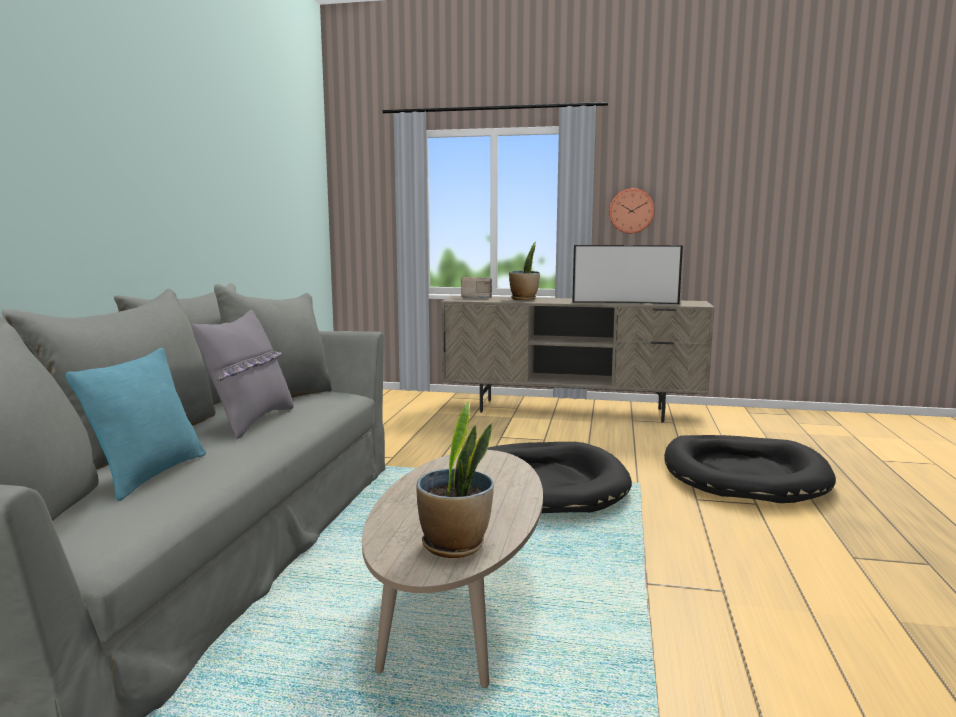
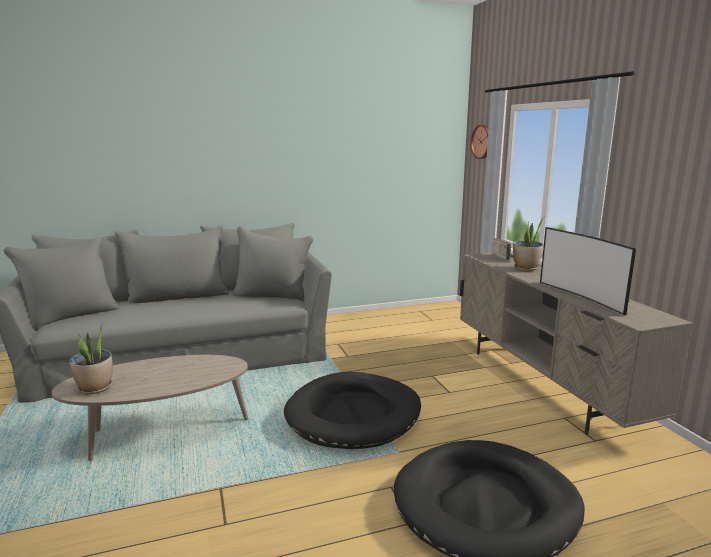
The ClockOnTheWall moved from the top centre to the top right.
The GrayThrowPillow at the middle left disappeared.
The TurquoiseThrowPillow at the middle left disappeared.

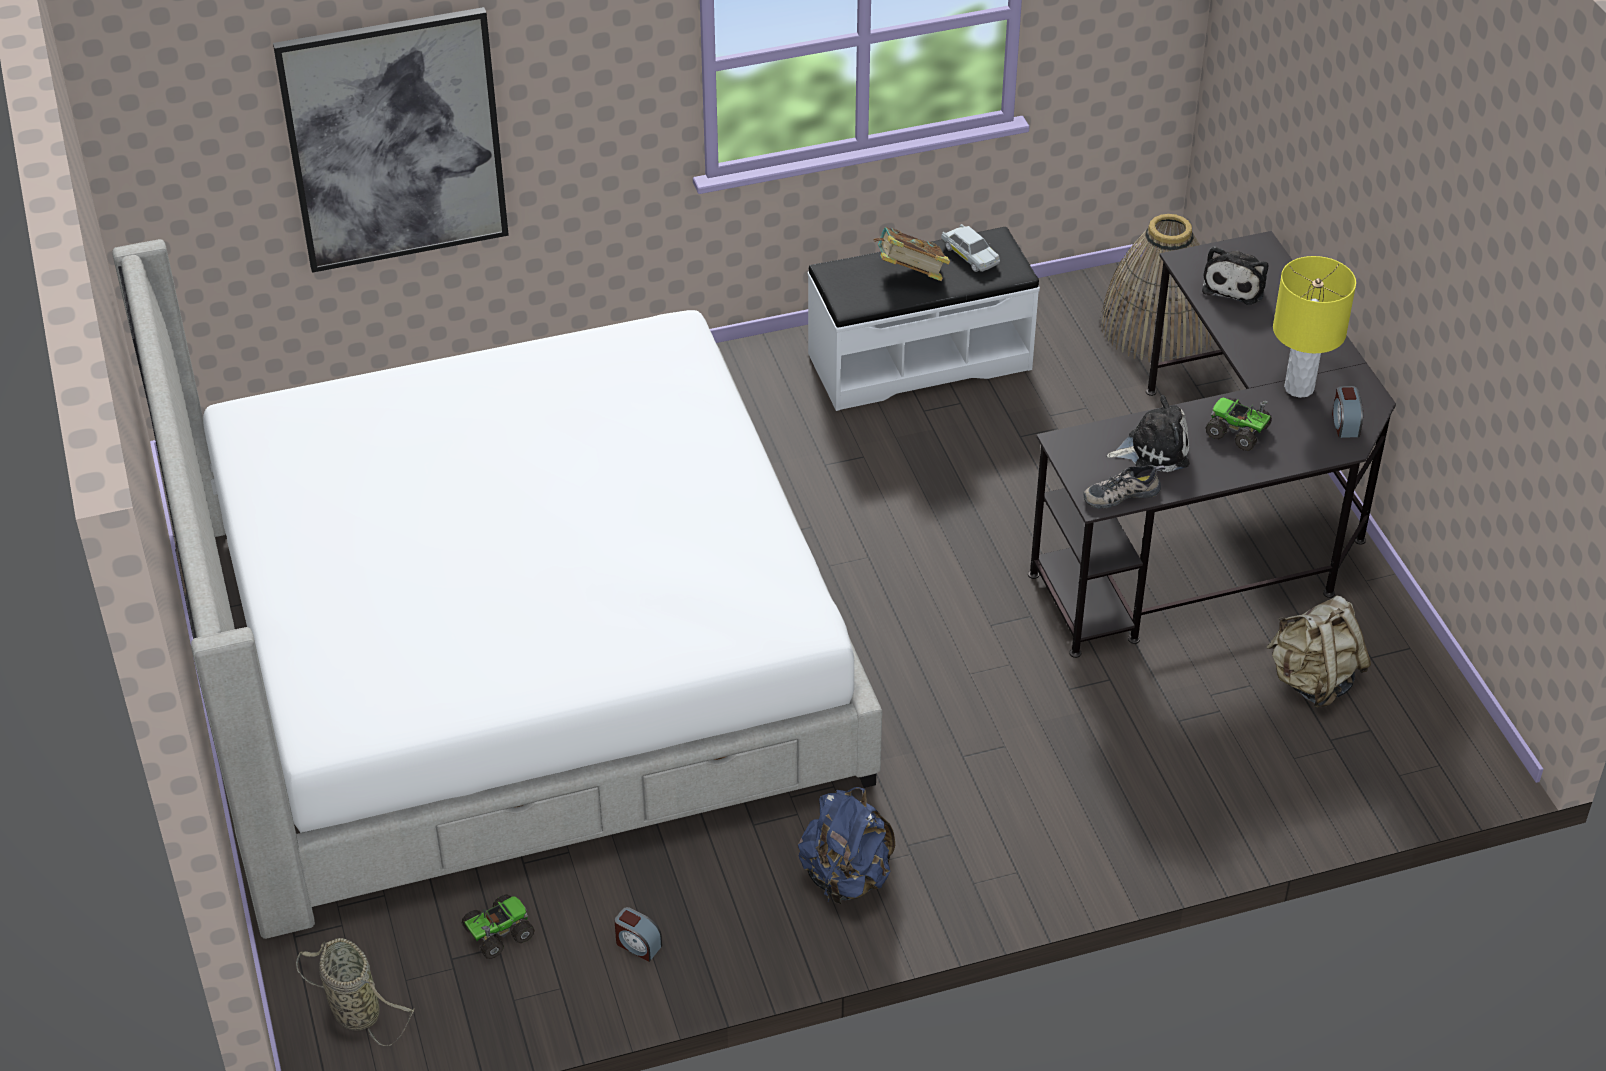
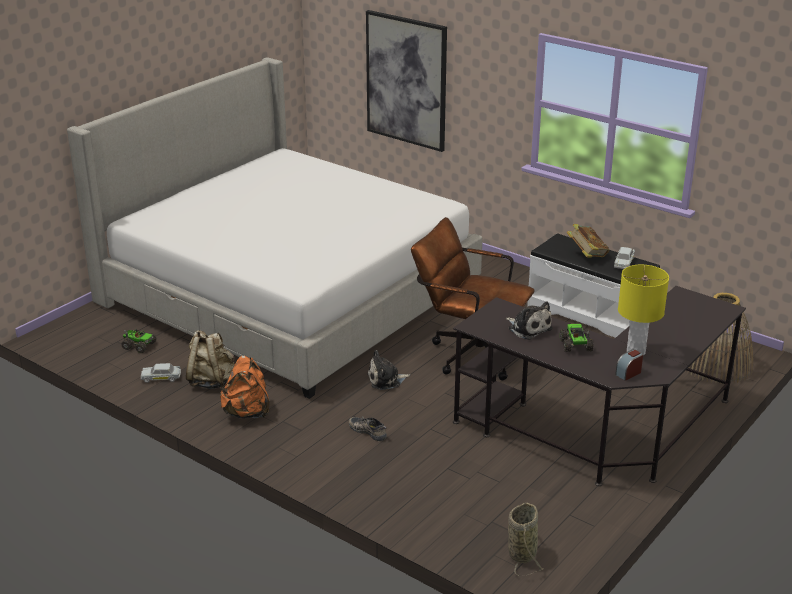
The PlushToy (2nd from left in the first image) moved from the top right to the centre.
The ItemOfFootwear moved from the middle right to the bottom centre.
The SandColouredRucksack moved from the middle right to the middle left.
The BlueColouredRucksack at the bottom centre became the OrangeyRucksack at the middle left.
The BedsideClock (1st from left) at the bottom centre was replaced by the WhiteModelCar (1st from left) at the middle left.
The HouseholdBasket (1st from left) moved from the bottom left to the bottom centre.
The BrownDeskChair at the centre appeared.

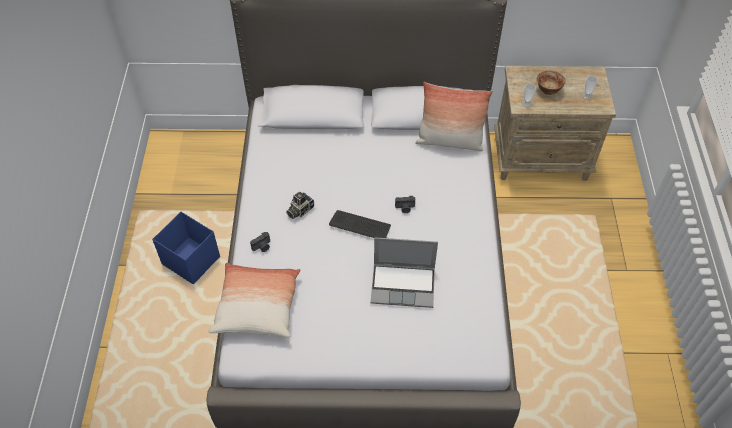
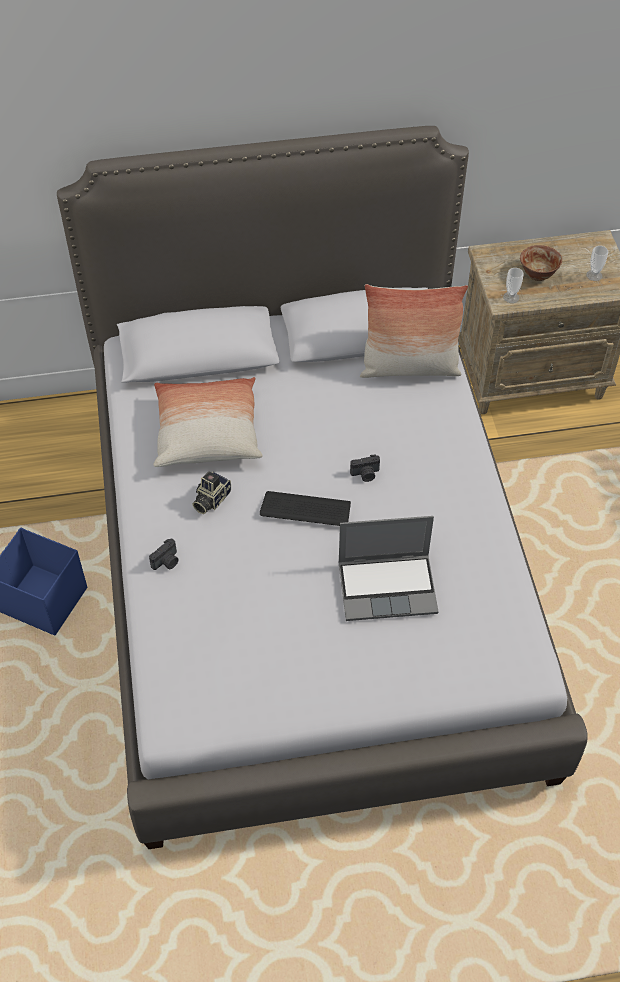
The ThrowPillow (1st from left) moved from the bottom centre to the centre.

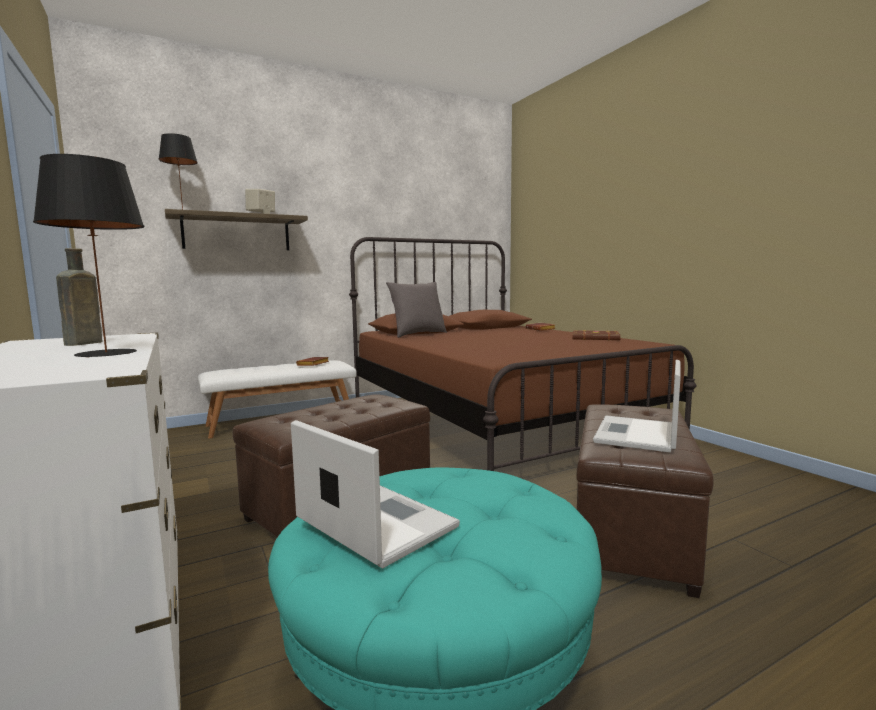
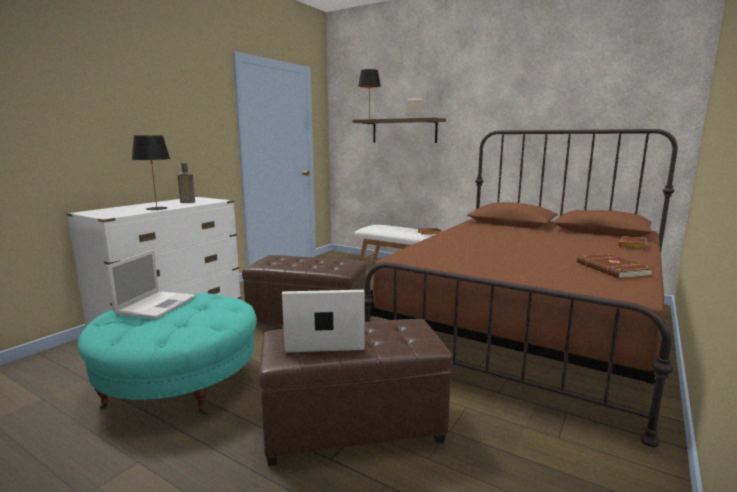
The GrayThrowPillow at the centre disappeared.

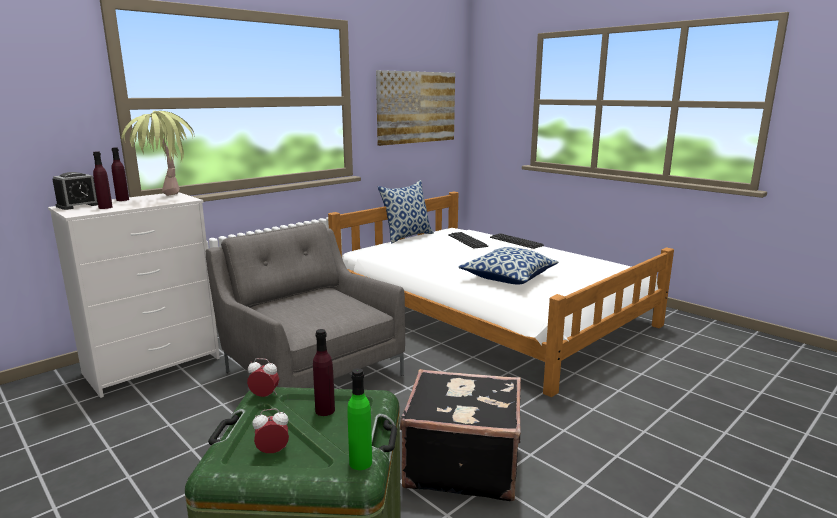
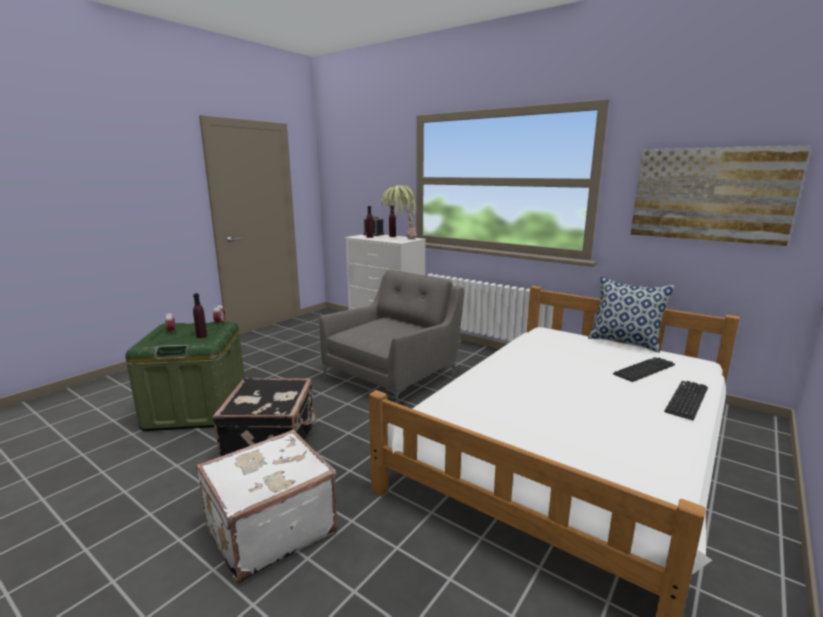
The ThrowPillow (2nd from left) at the centre disappeared.
The GreenishBottle at the bottom centre disappeared.
The WhiteTravelCase at the bottom left appeared.

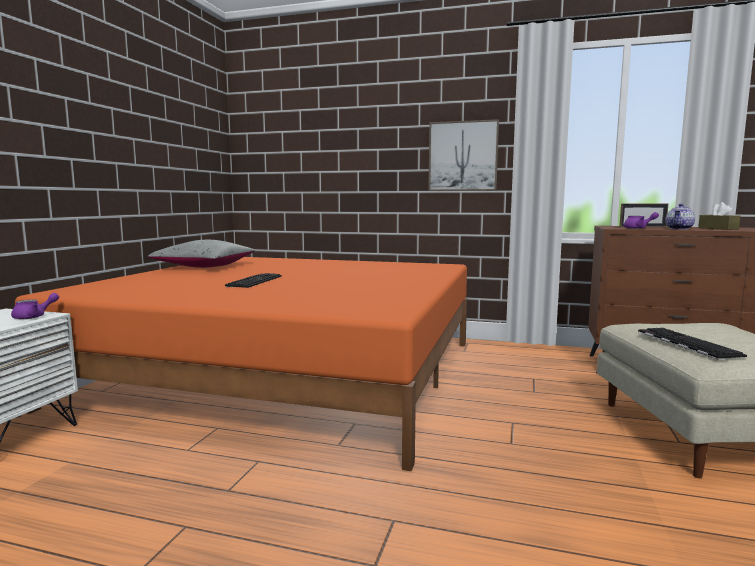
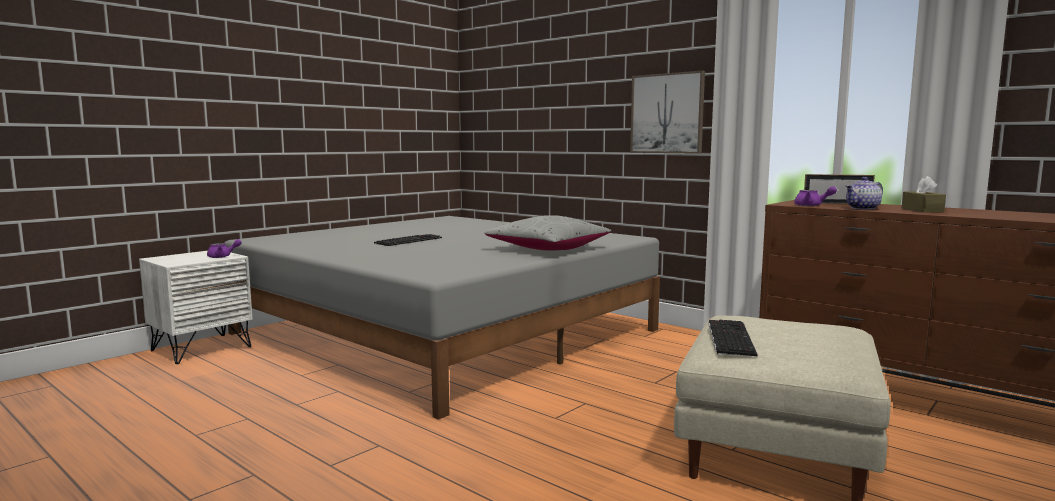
The GrayThrowPillow moved from the middle left to the centre.
The OrangeySleepingBed at the middle left became the GraySleepingBed at the centre.

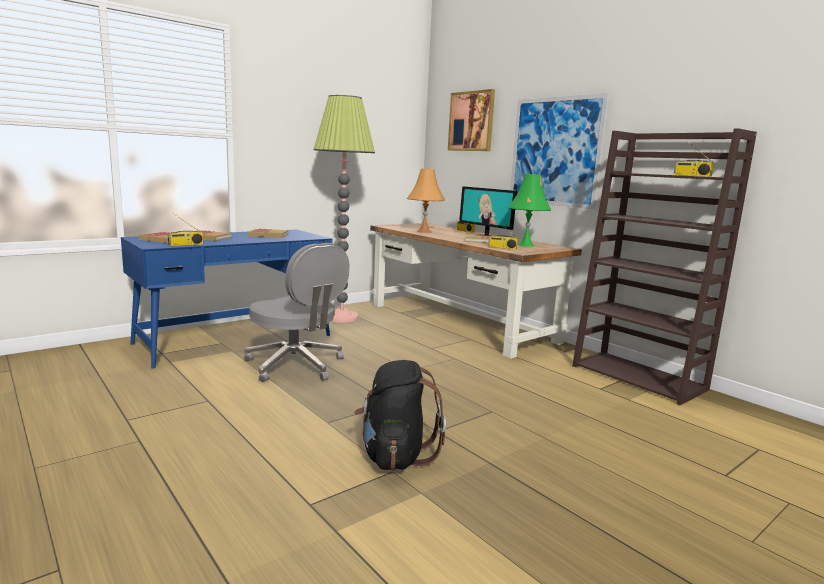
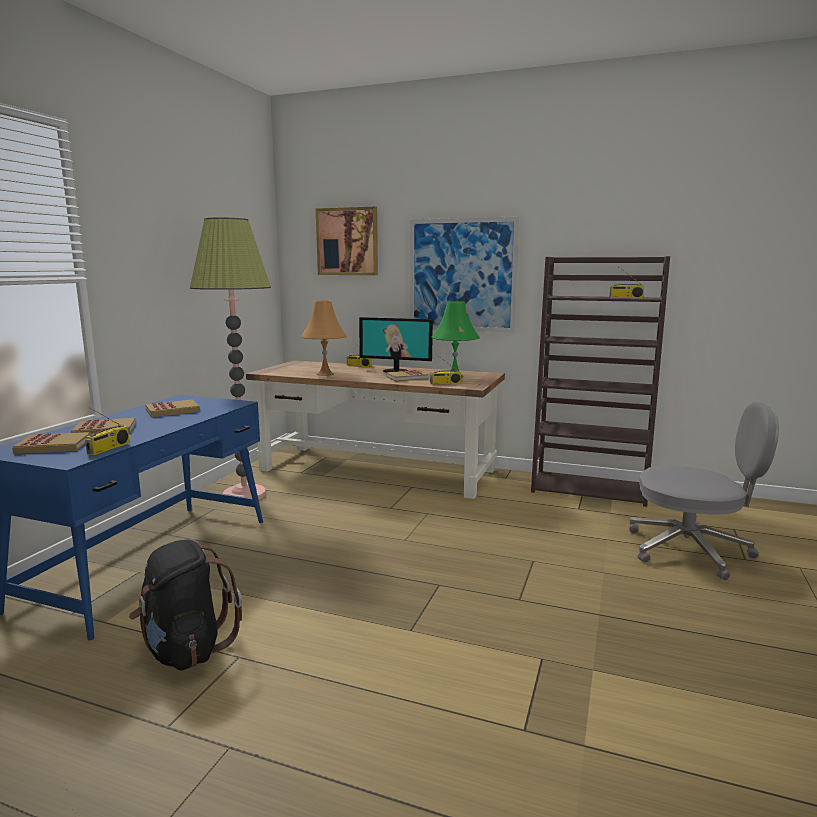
The GrayDeskChair moved from the centre to the middle right.
The BlackRucksack moved from the bottom centre to the bottom left.

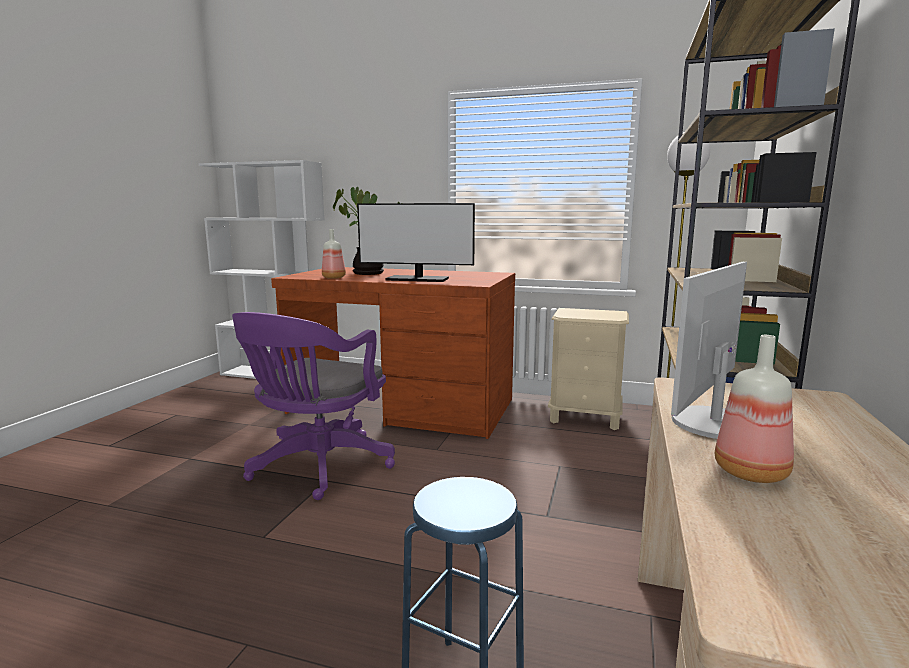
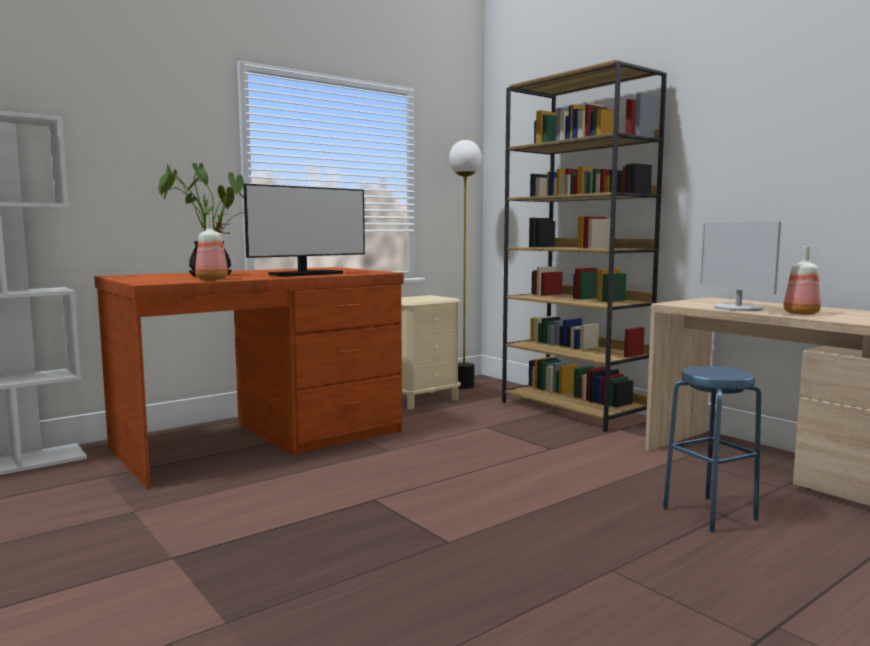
The PurpleColouredDeskChair at the centre disappeared.

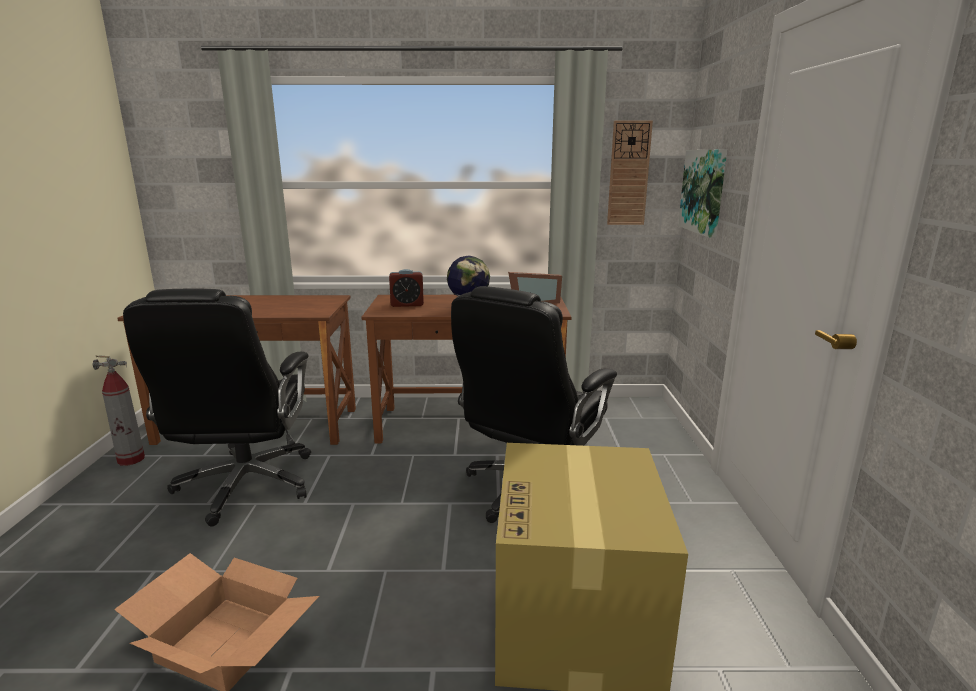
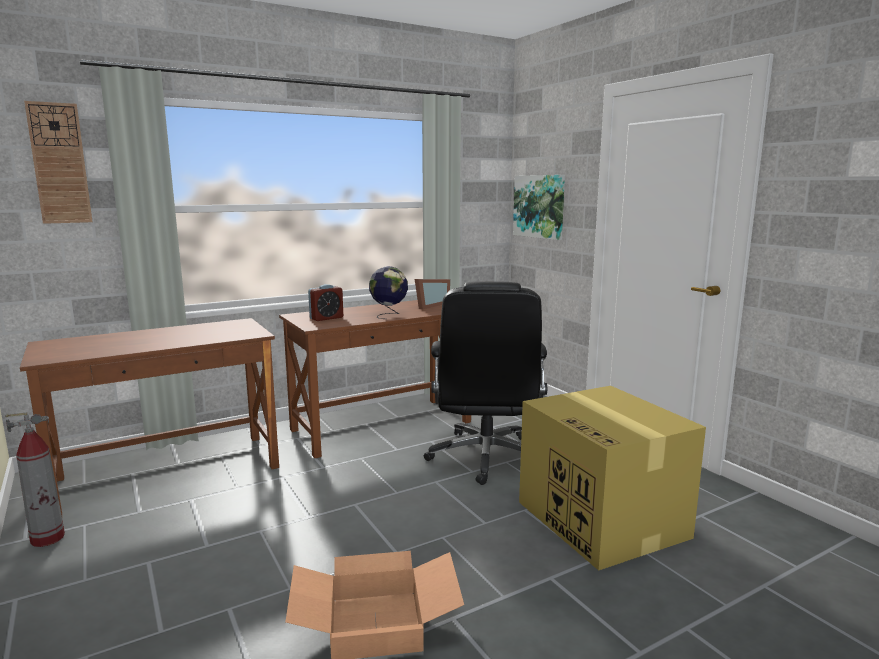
The ClockOnTheWall moved from the top centre to the top left.
The BlackDeskChair (1st from left) at the middle left disappeared.

